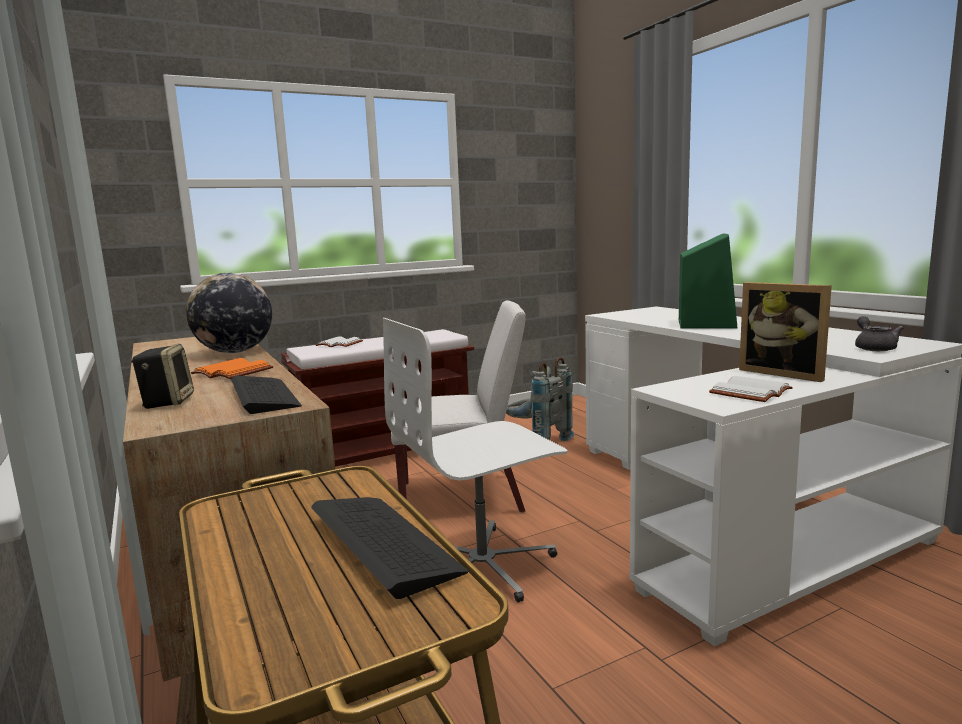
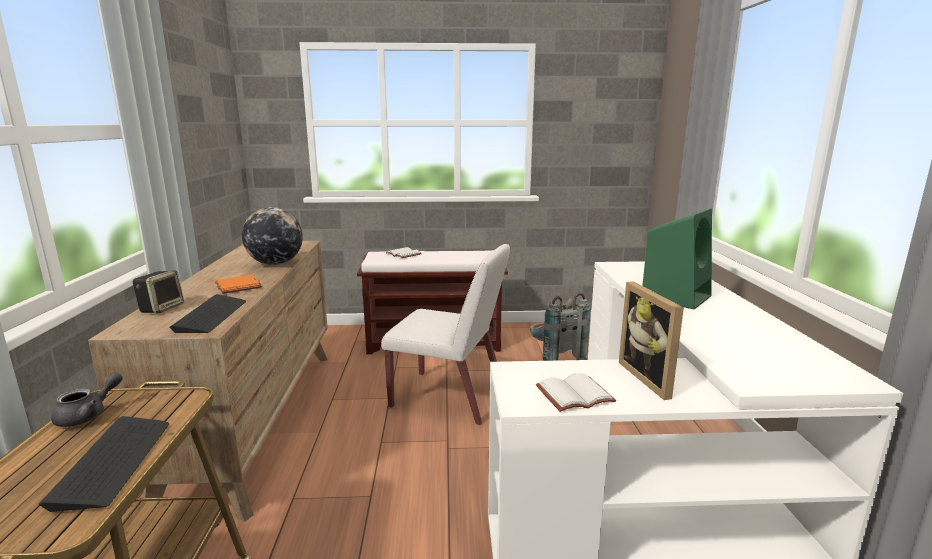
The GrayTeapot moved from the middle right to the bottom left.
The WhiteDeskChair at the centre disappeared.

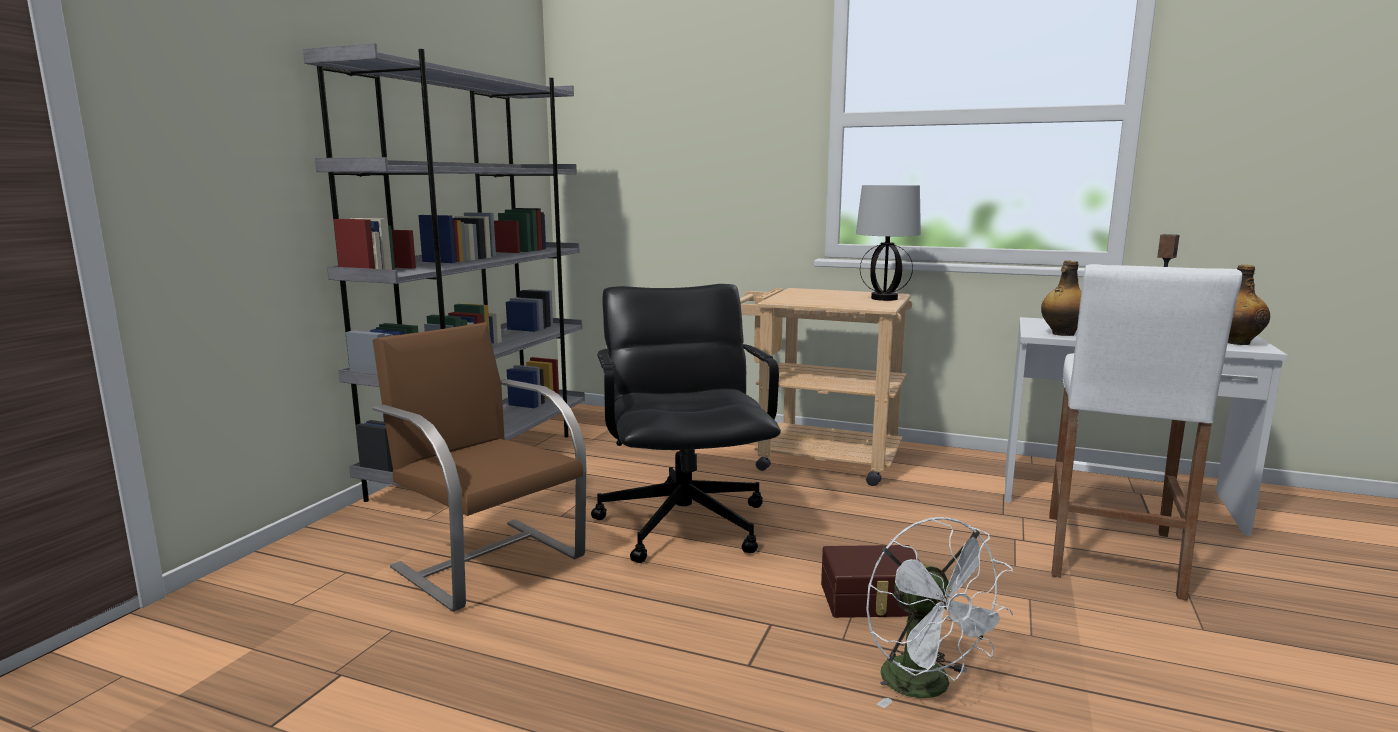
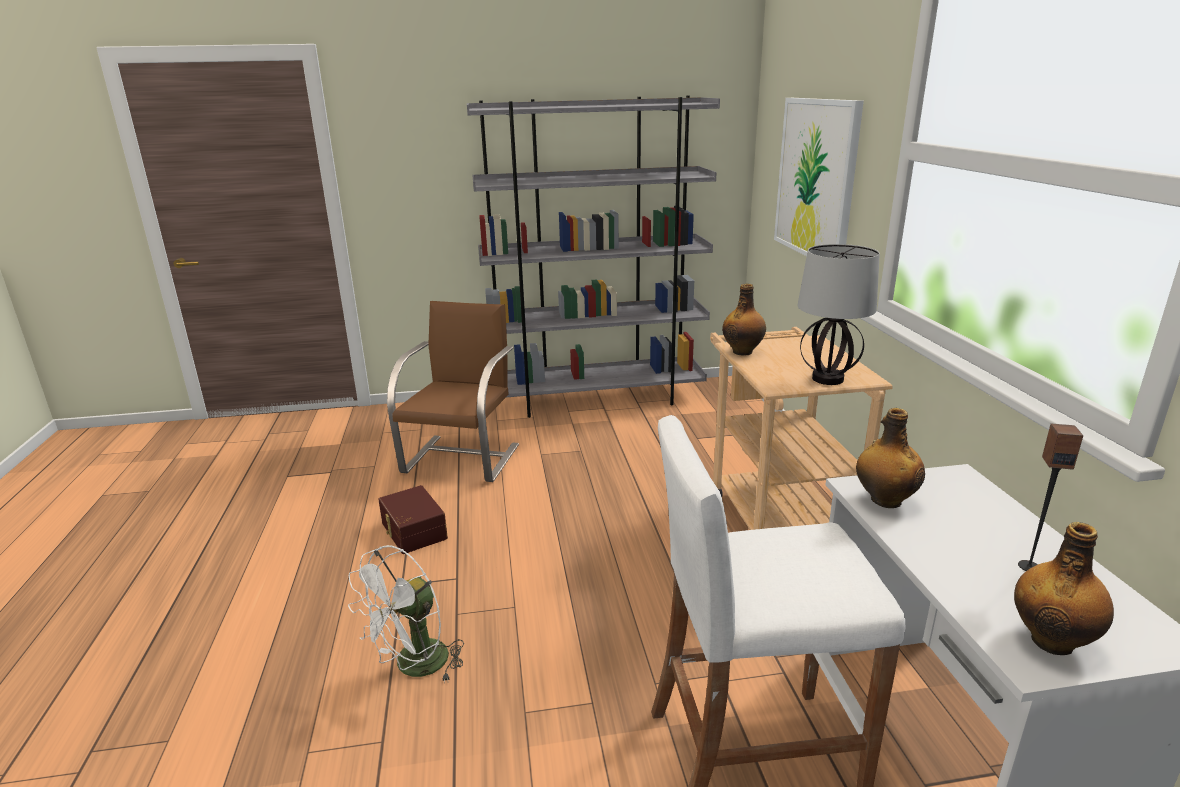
The BlackDeskChair at the centre disappeared.
The BrownStorageBin moved from the bottom centre to the centre.
The Picture at the top right appeared.
The Bottle (1st from left) at the centre appeared.

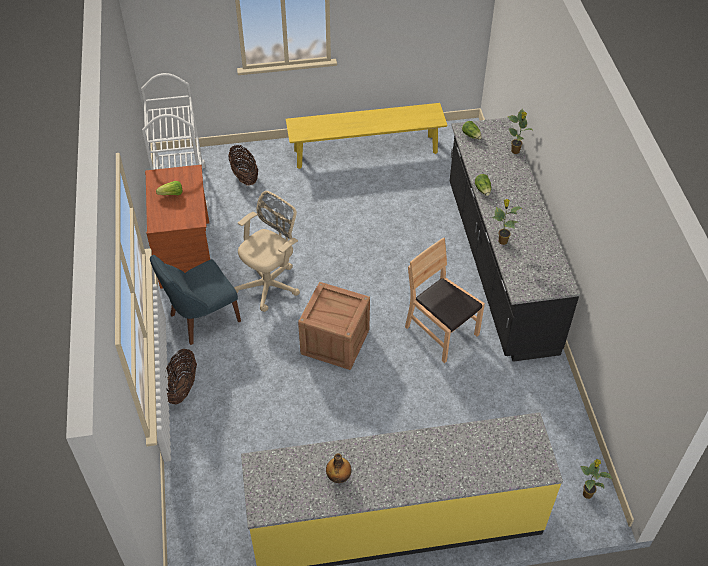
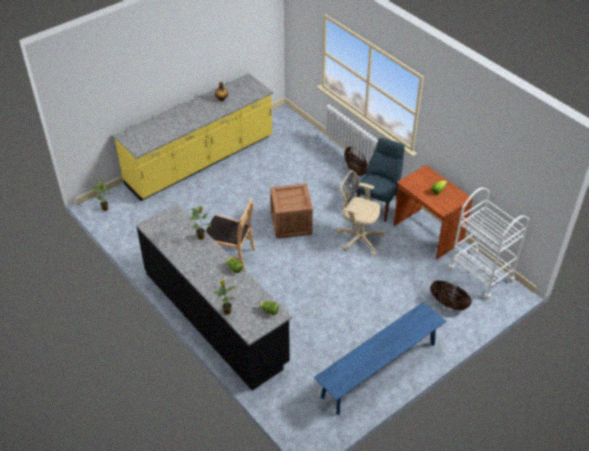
The YellowishBench at the top centre became the BlueColouredBench at the bottom centre.
The SandColouredDeskChair at the centre turned 105 degrees clockwise.

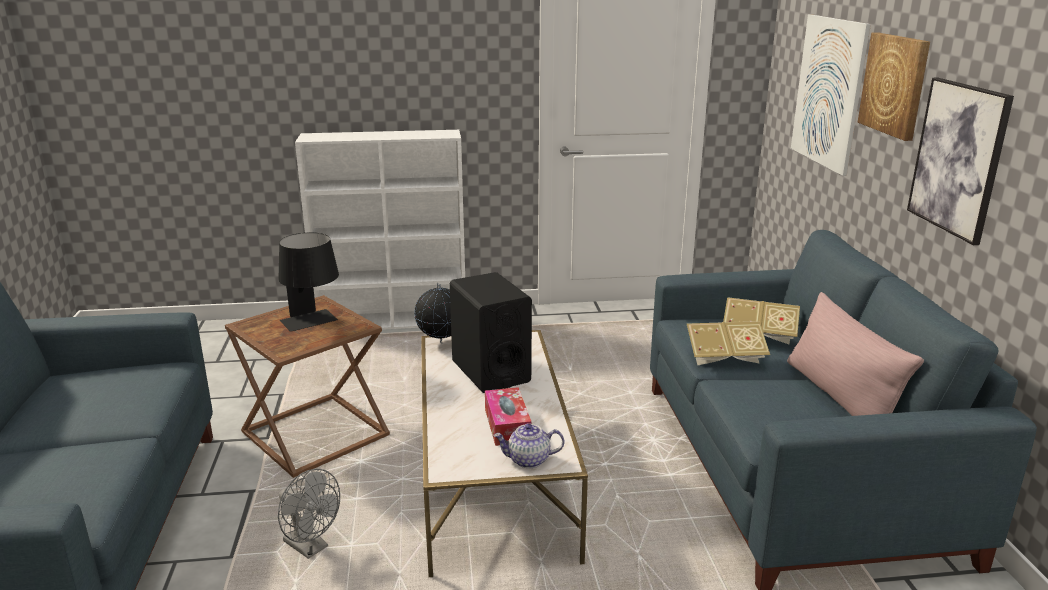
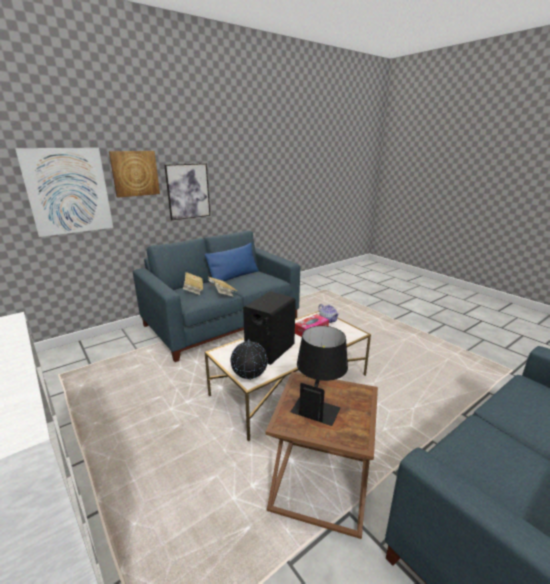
The PinkColouredThrowPillow at the middle right became the BlueColouredThrowPillow at the centre.
The GrayCoolingFan at the bottom left disappeared.

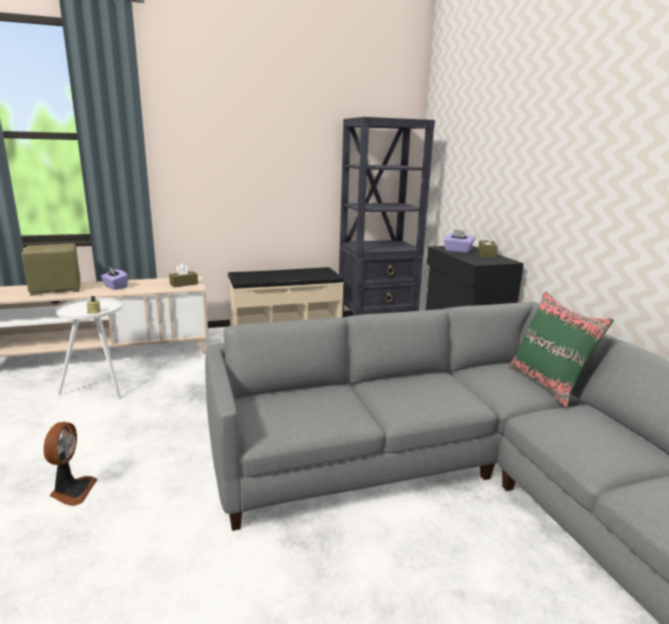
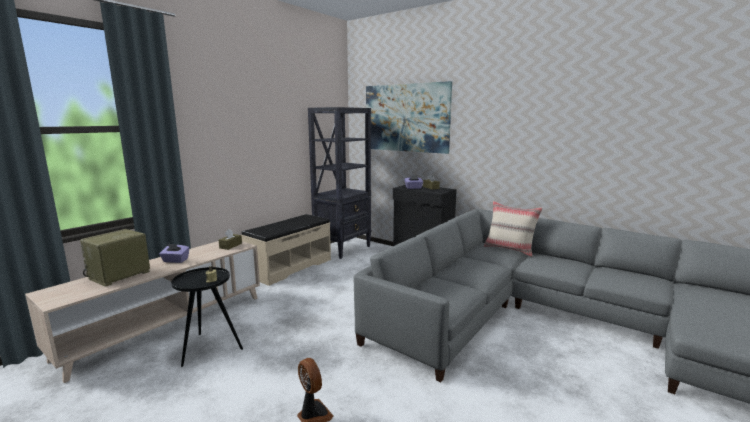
The GreenishThrowPillow at the middle right became the SandColouredThrowPillow at the middle right.
The WhiteEndTable at the middle left became the BlackEndTable at the bottom left.
The Picture at the top centre appeared.

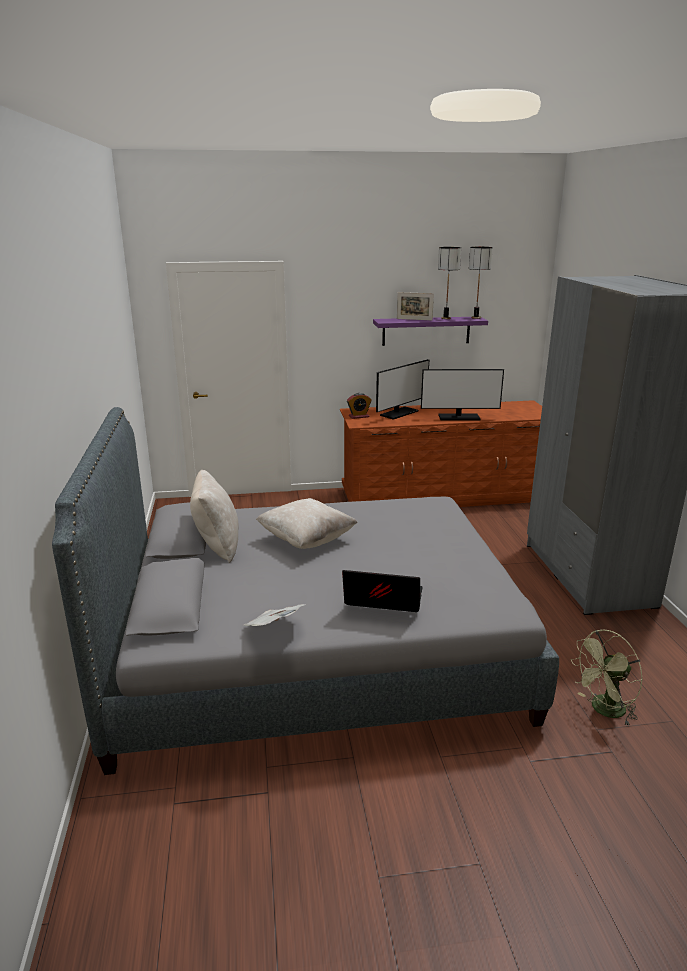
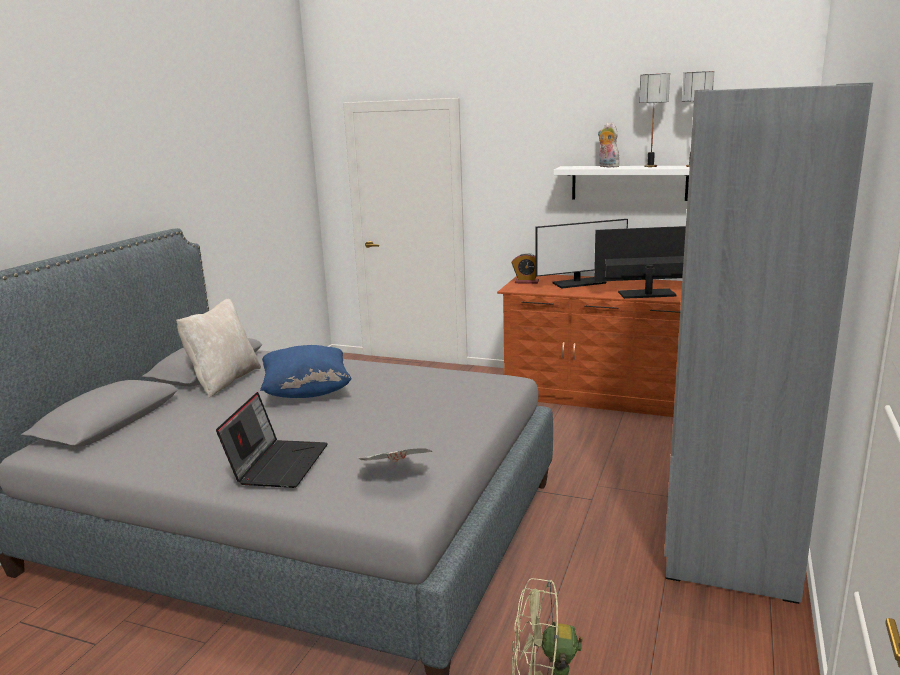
The PhotoFrame at the top centre was replaced by the PlushToy at the top right.
The PurpleColouredShelf at the centre became the WhiteShelf at the top right.
The ComputerScreen (2nd from left) at the middle right turned 150 degrees clockwise.
The SandColouredThrowPillow (2nd from left) at the centre became the BlueColouredThrowPillow at the centre.
The PortableComputer at the centre turned 60 degrees clockwise.
The DailyPaper moved from the centre to the bottom centre.

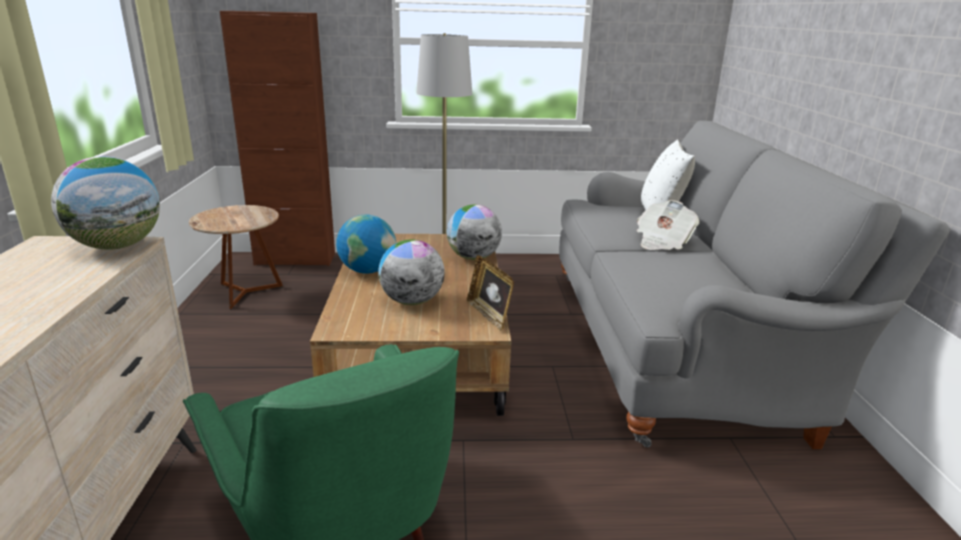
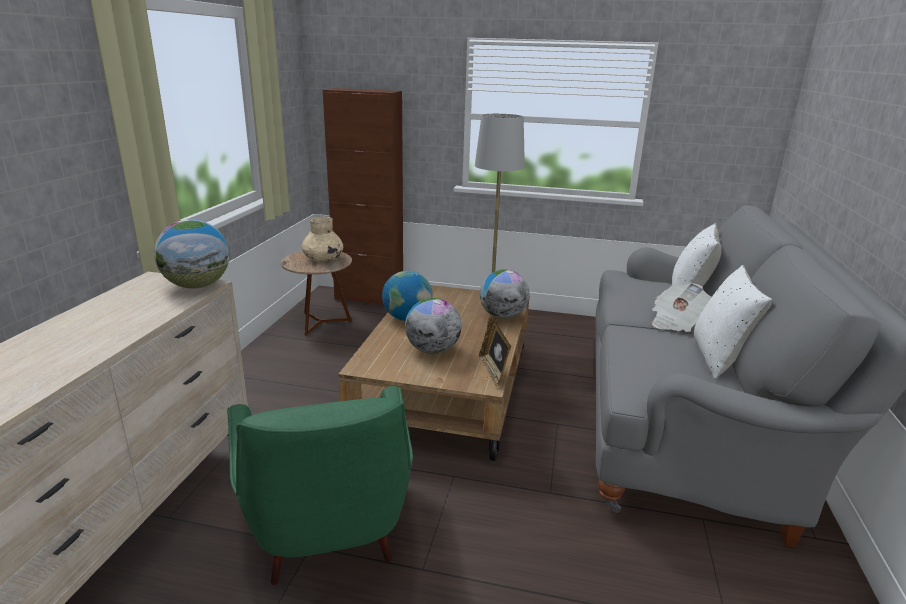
The SandColouredFlowerVase at the centre appeared.
The WhiteThrowPillow (2nd from left) at the middle right appeared.

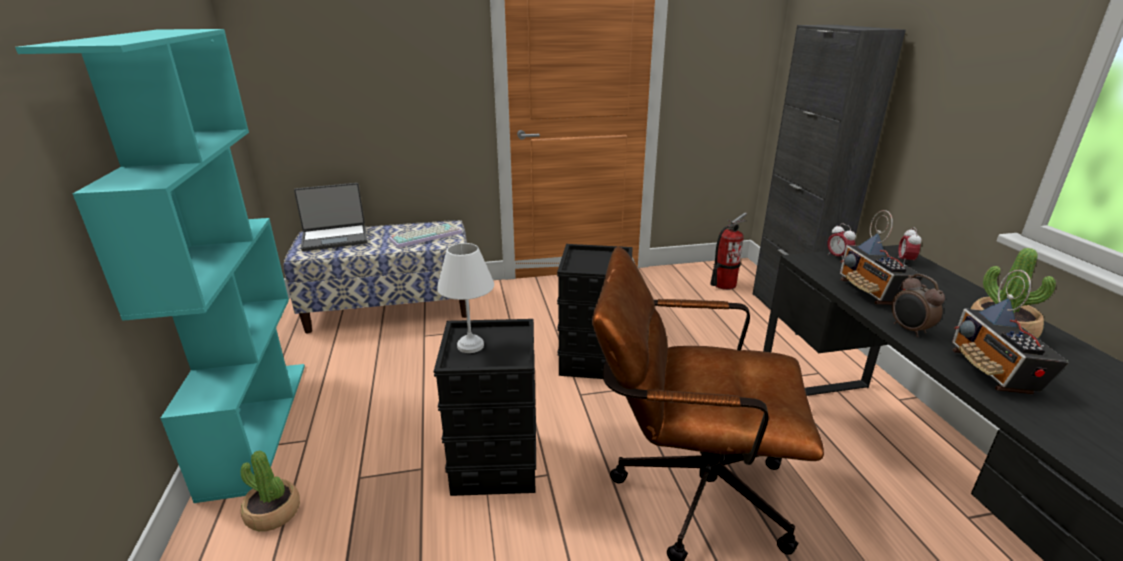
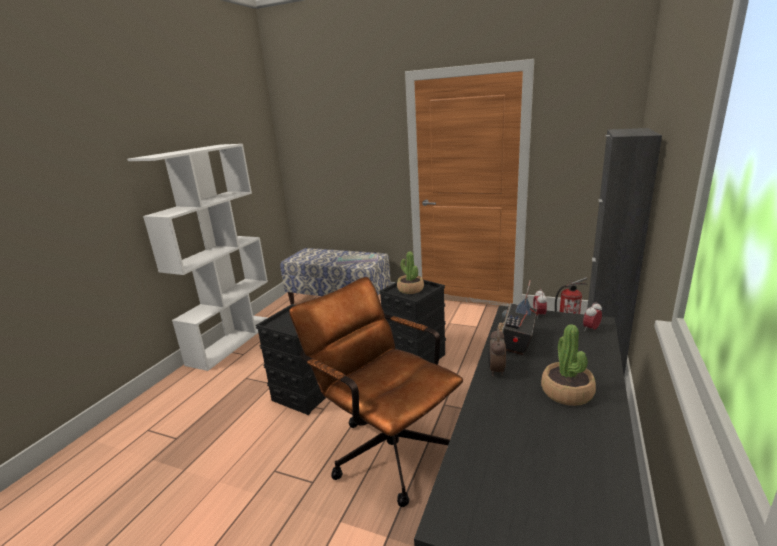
The TurquoiseShelvingUnit at the middle left became the WhiteShelvingUnit at the middle left.
The PortableComputer at the middle left disappeared.
The WhiteTableLamp at the centre disappeared.
The Radio (2nd from left) at the middle right disappeared.
The PottedPlant (1st from left) moved from the bottom left to the centre.

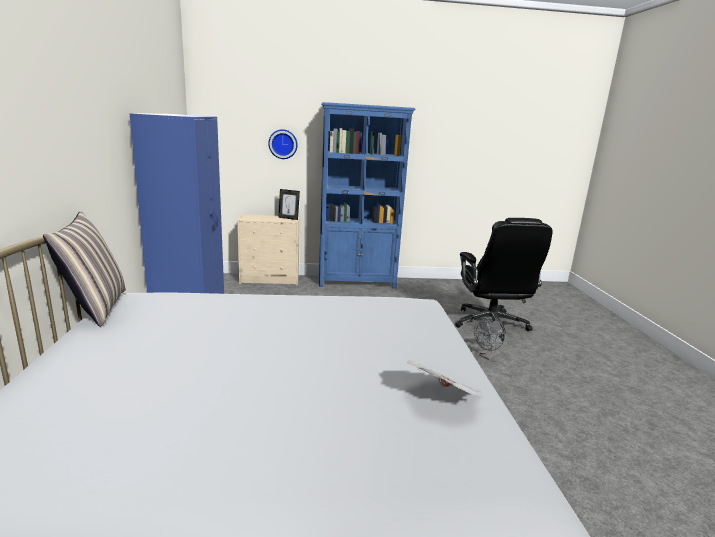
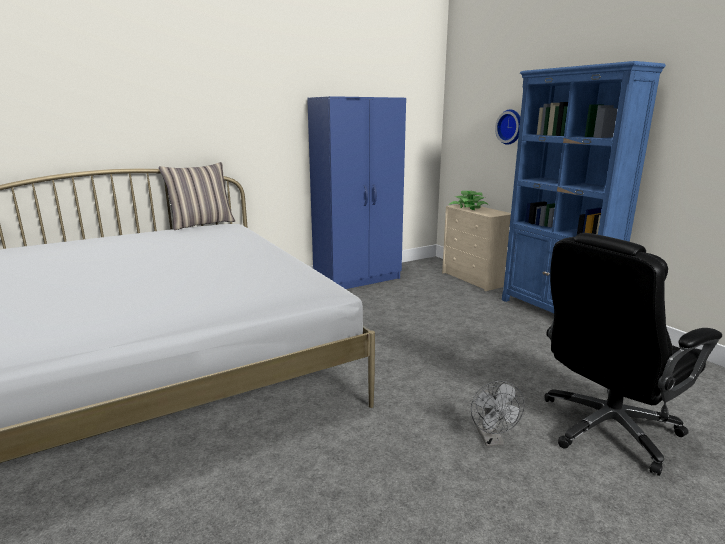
The PhotoFrame at the centre disappeared.
The GrayCoolingFan at the middle right turned 120 degrees counterclockwise.
The DailyPaper at the bottom centre disappeared.
The PottedPlant at the centre appeared.

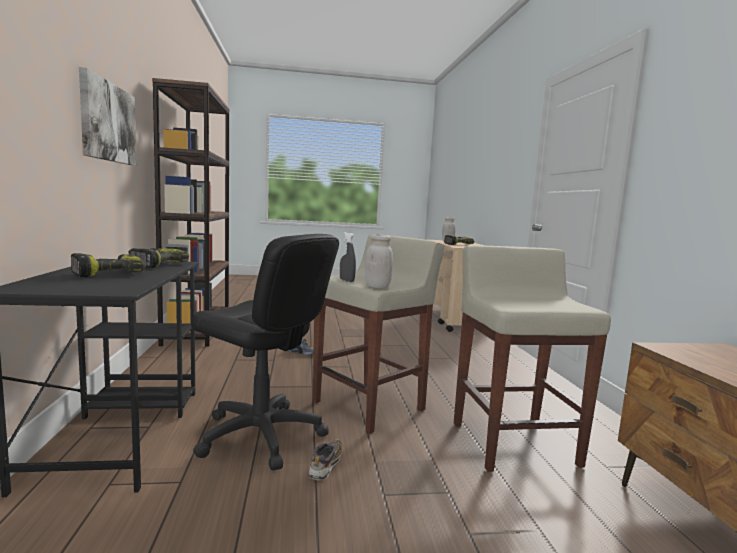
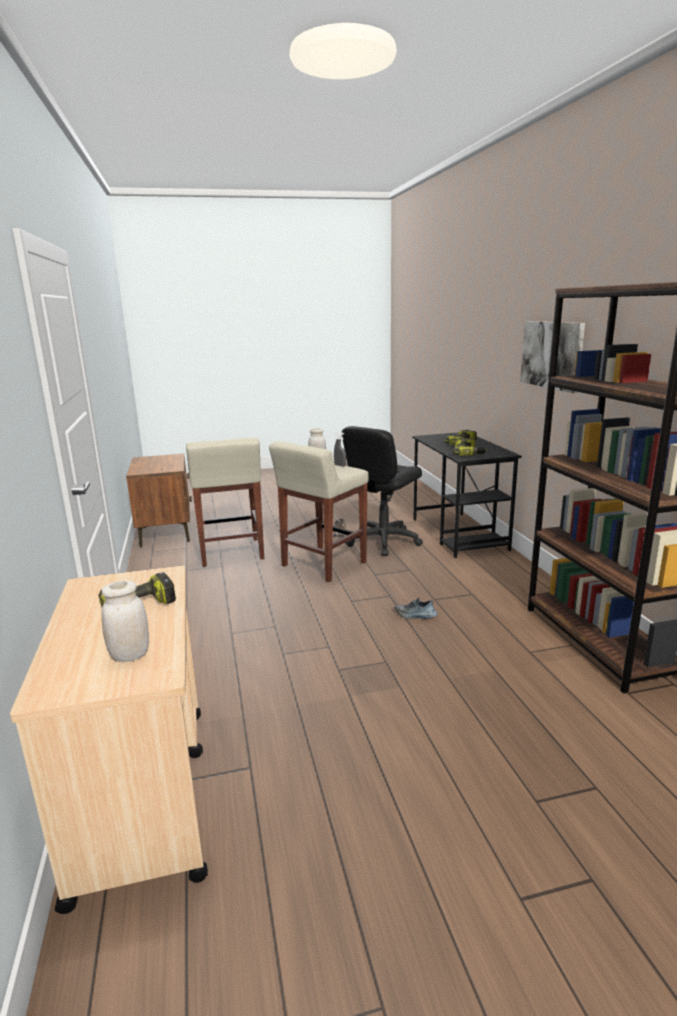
The BlackDeskChair at the centre turned 75 degrees counterclockwise.

